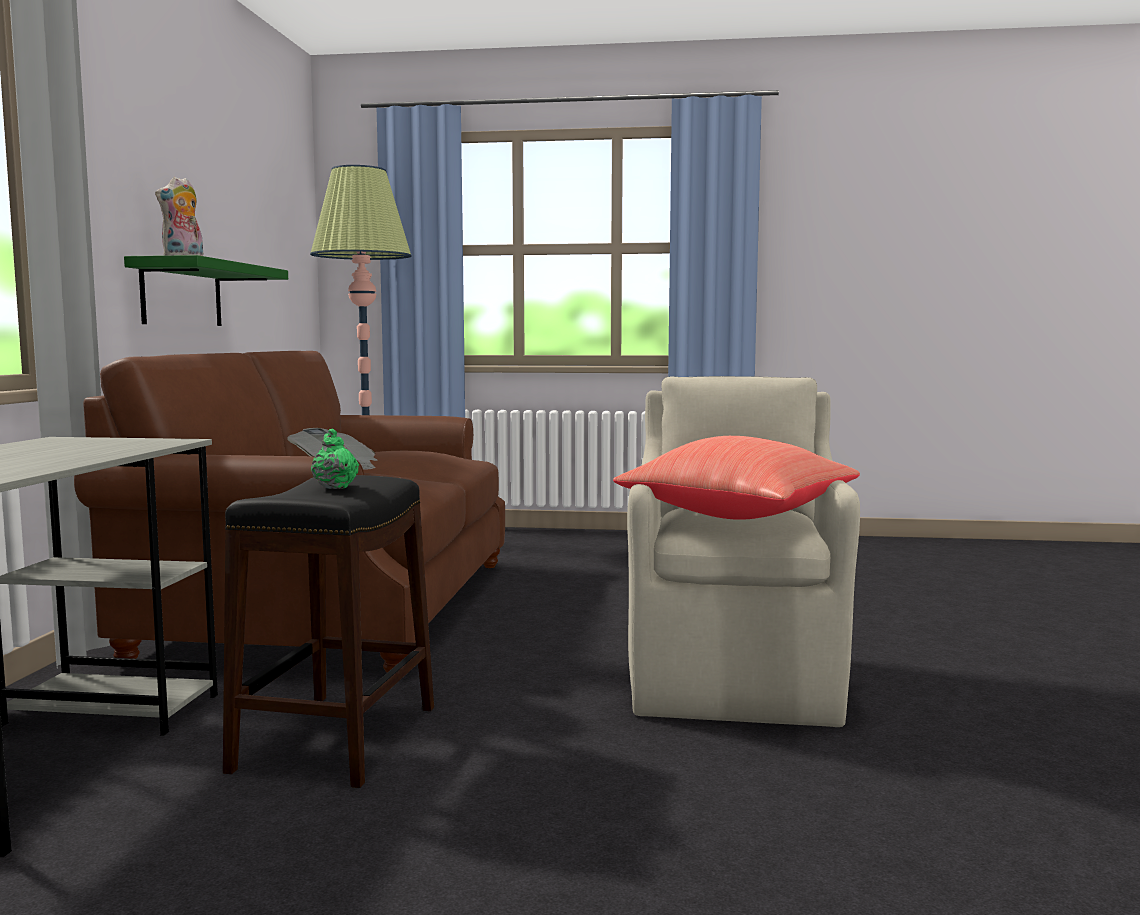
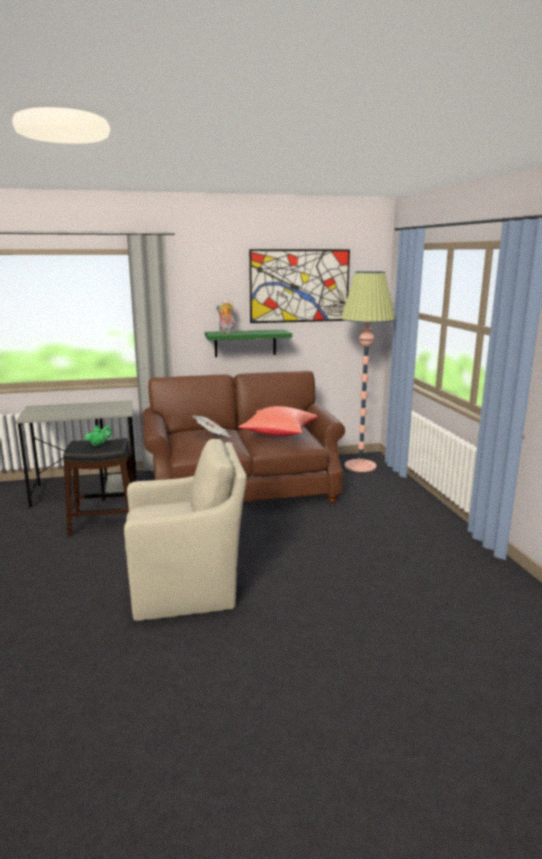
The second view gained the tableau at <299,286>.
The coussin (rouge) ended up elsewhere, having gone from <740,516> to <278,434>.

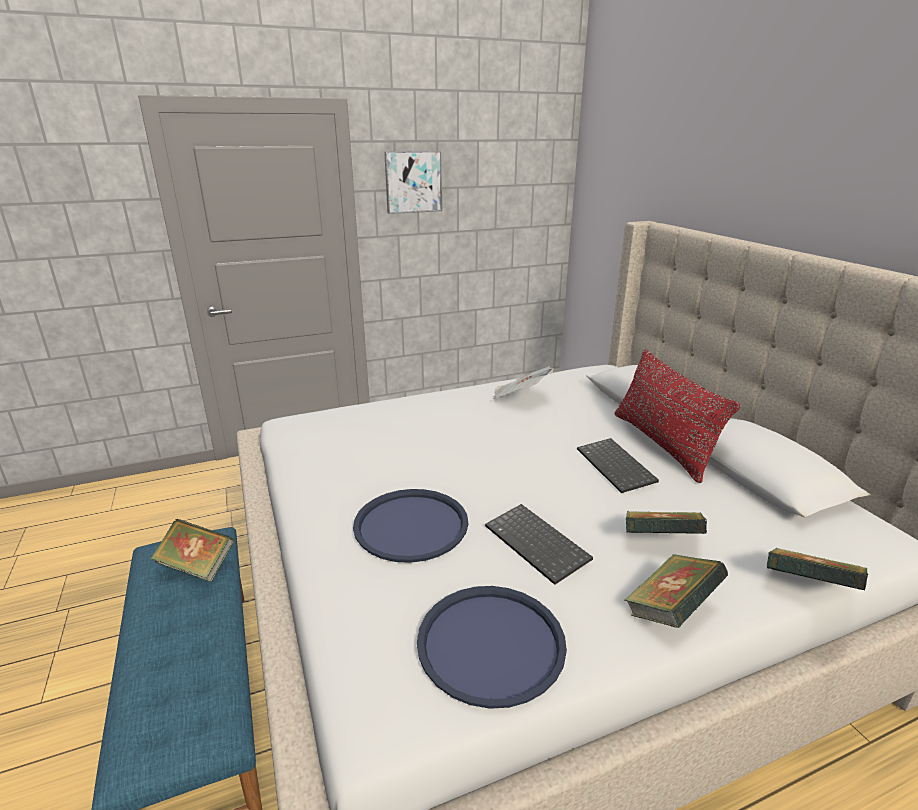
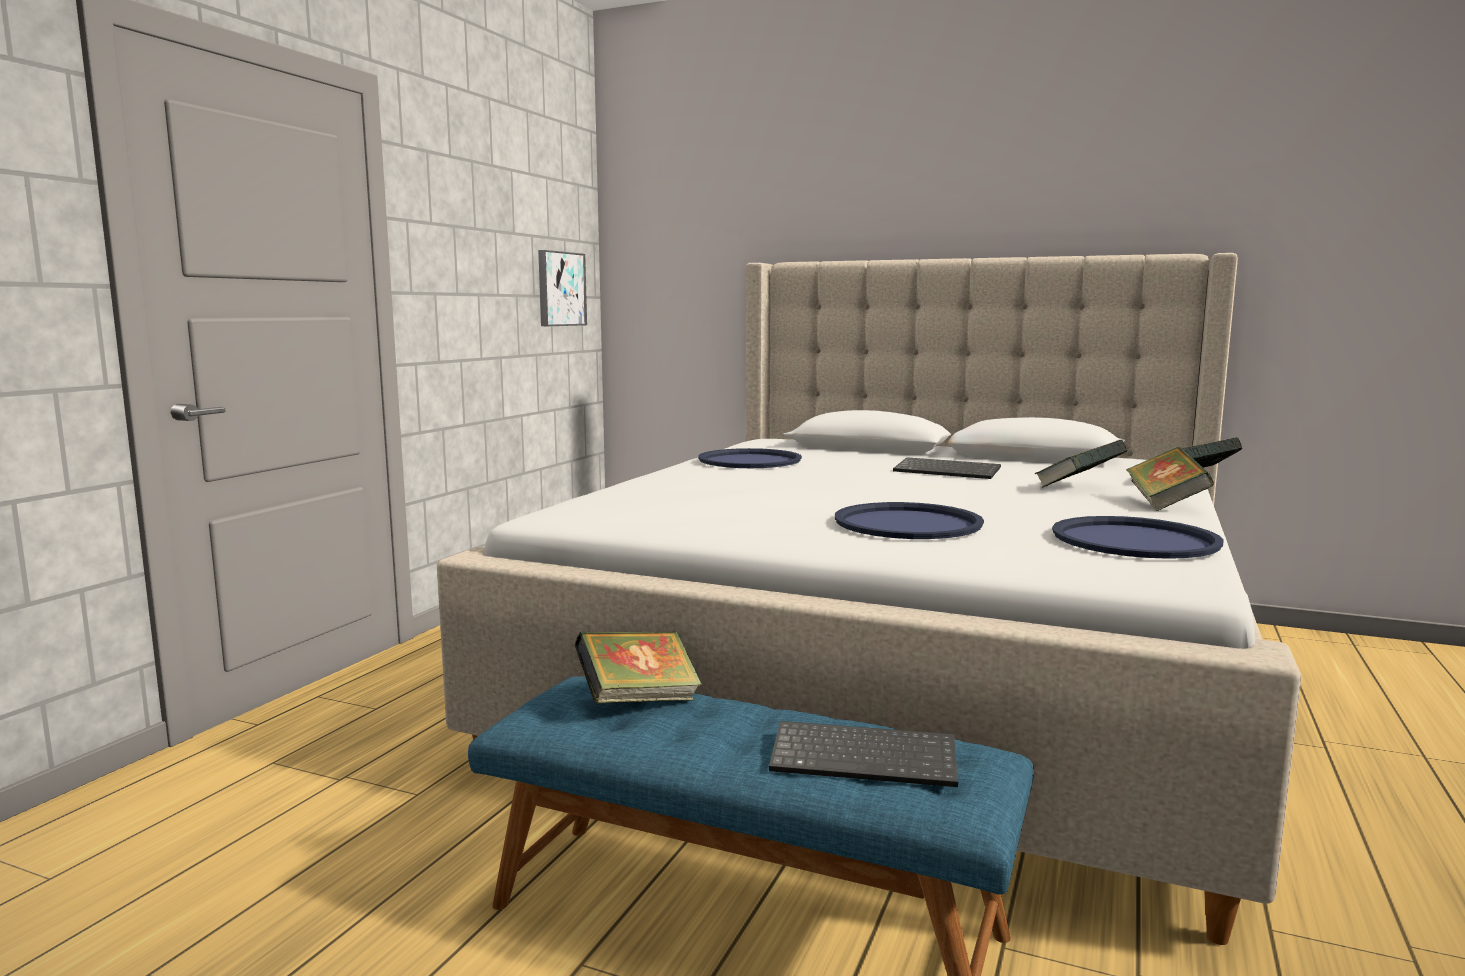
The second view lost the coussin (rouge) at <662,444>.
The tableau ended up elsewhere, having gone from <413,182> to <560,289>.
The clavier ended up elsewhere, having gone from <539,544> to <866,757>.
Where the journal stood at <519,397>, the plateau (bleu) came to stand at <750,460>.

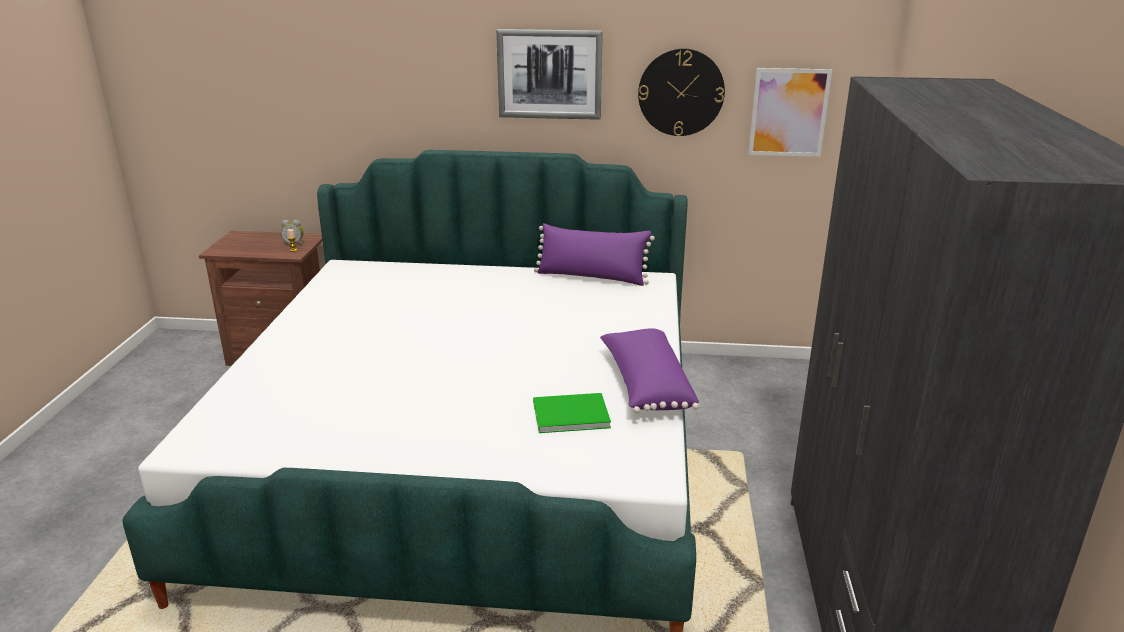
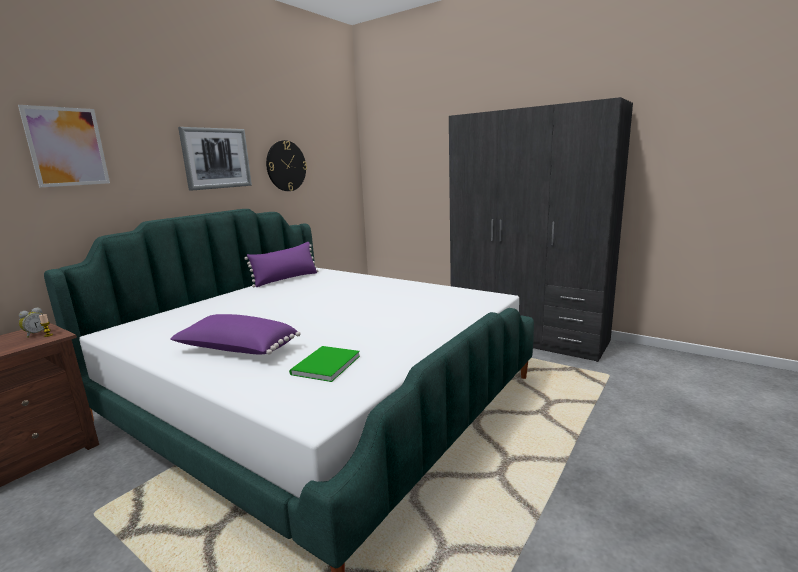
The livre (vert) ended up elsewhere, having gone from <568,414> to <323,365>.
The coussin (violet) ended up elsewhere, having gone from <645,385> to <237,350>.
The tableau ended up elsewhere, having gone from <789,112> to <67,147>.

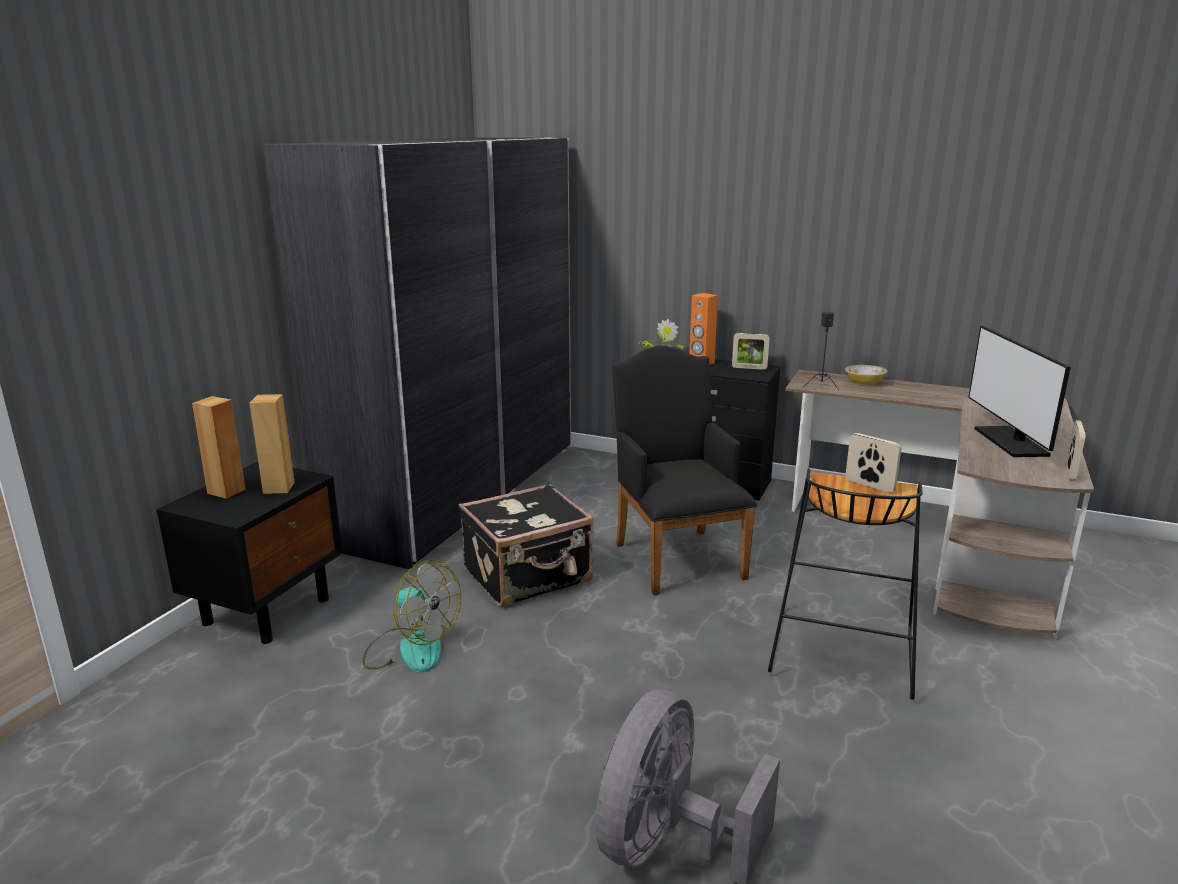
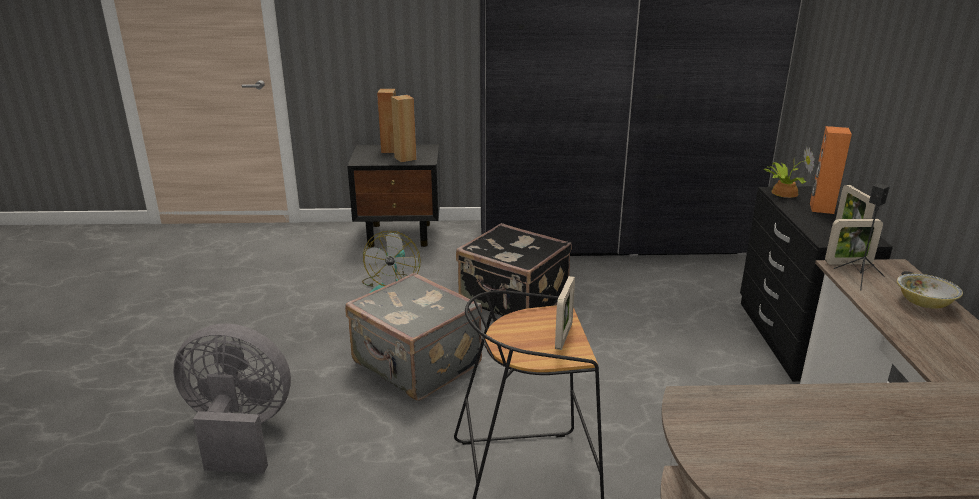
The second view lost the fauteuil (noir) at <676,556>.
The second view lost the écran d'ordinateur at <1010,442>.
The second view gained the valise (gris) at <415,365>.
The cadre photo ended up elsewhere, having gone from <1070,473> to <848,263>.

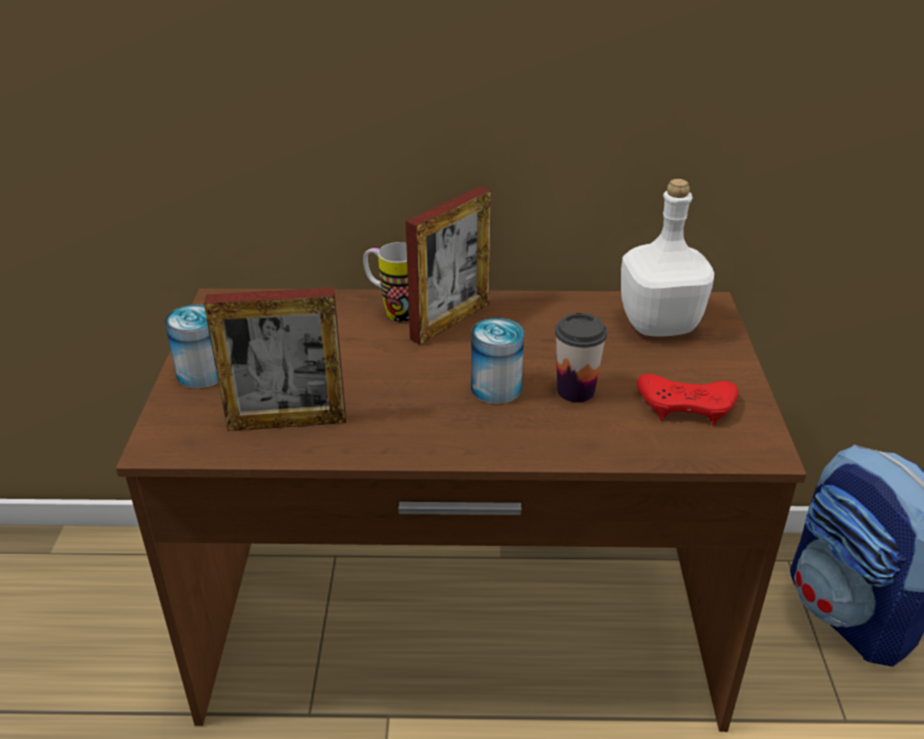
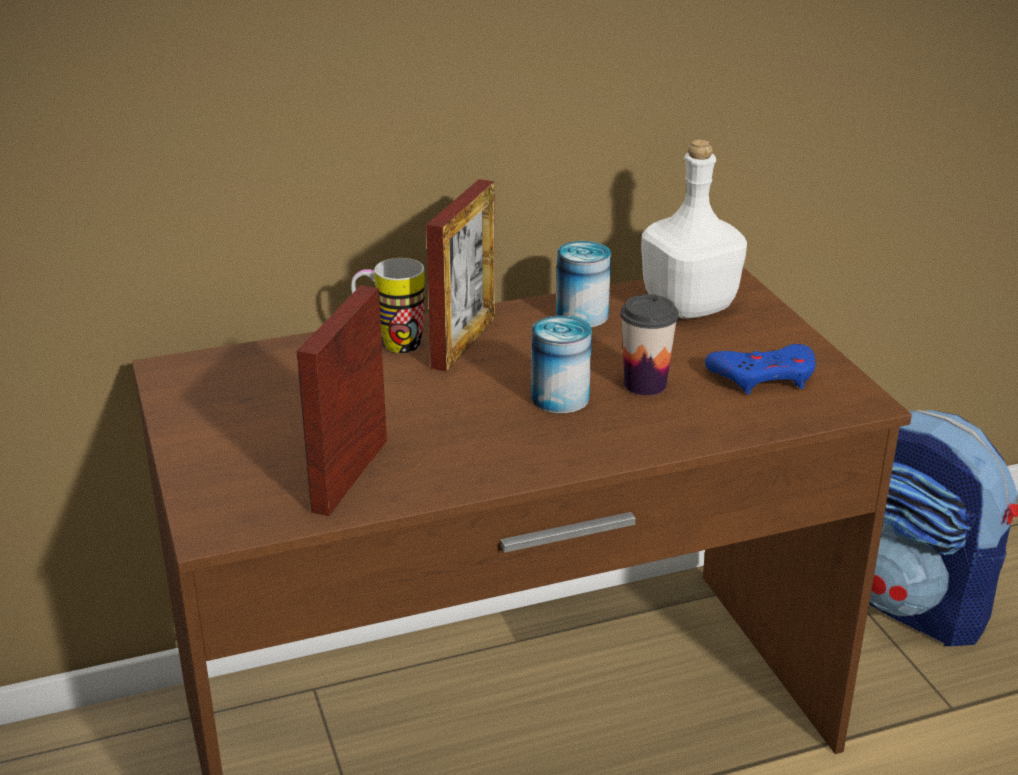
The boîte métallique ended up elsewhere, having gone from <202,373> to <582,315>.
What was the manette (rouge) at <686,405> turned into the manette (bleu) at <764,376>.
The cadre photo at <287,422> ended up facing another way, 135 degrees clockwise from before.

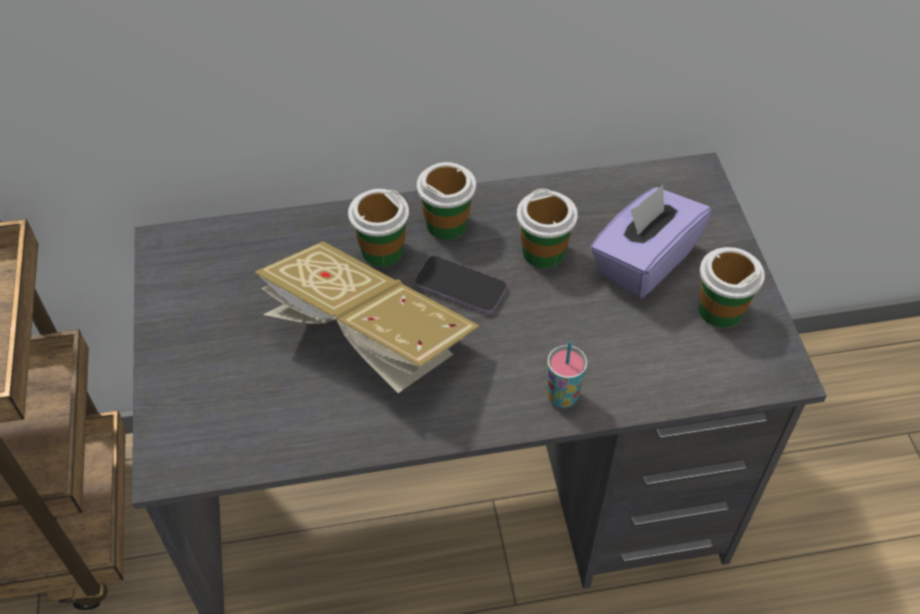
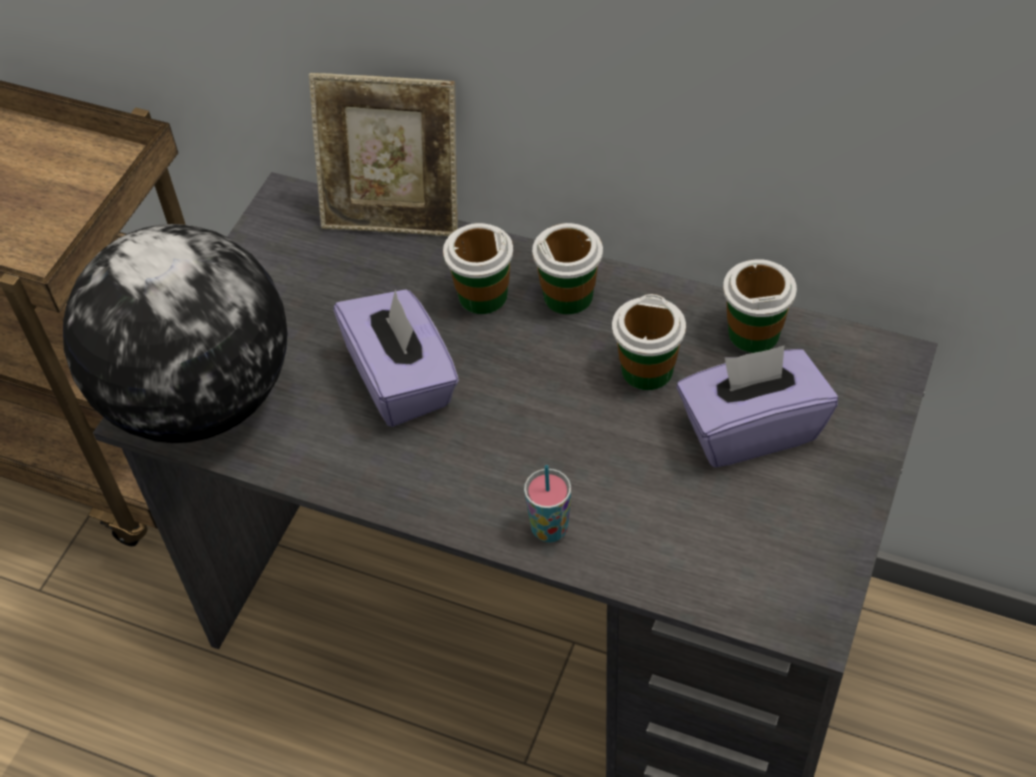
The second view lost the téléphone at <460,287>.
The second view gained the globe at <199,398>.
The second view gained the cadre photo at <394,214>.
The tasse ended up elsewhere, having gone from <720,310> to <753,332>.
Where the livre stood at <367,340>, the boîte à mouchoirs (violet) came to stand at <402,380>.

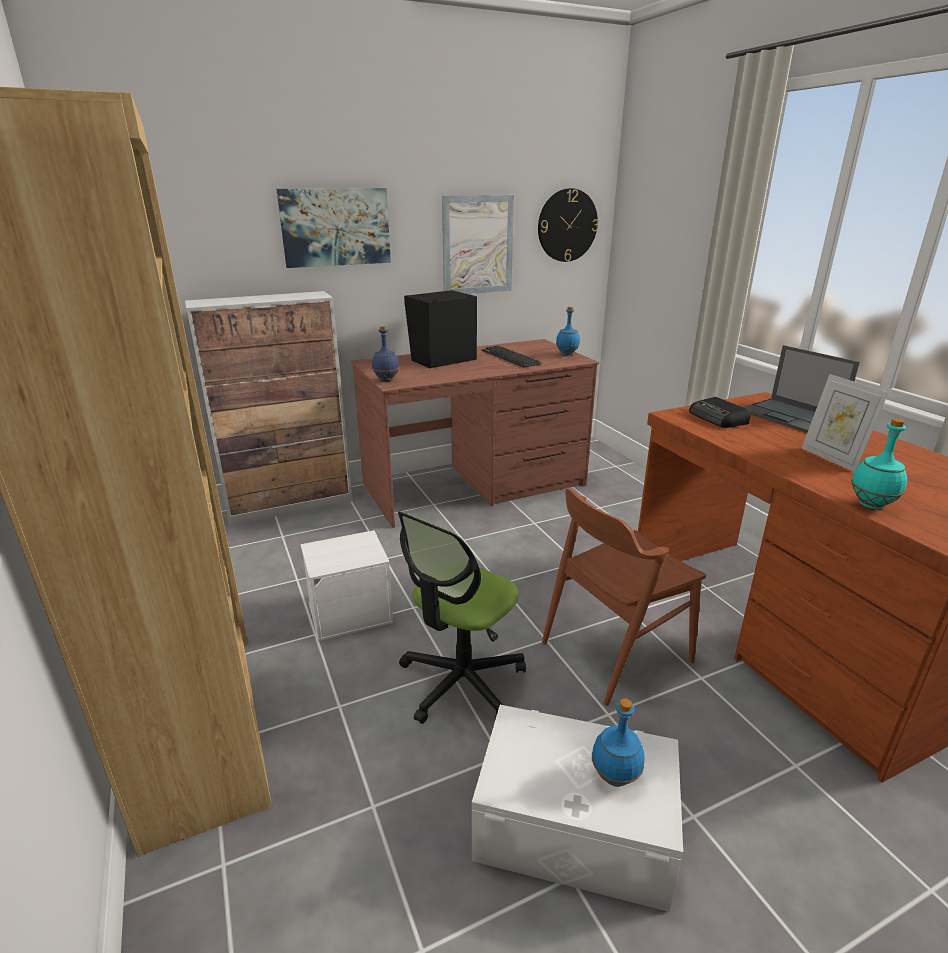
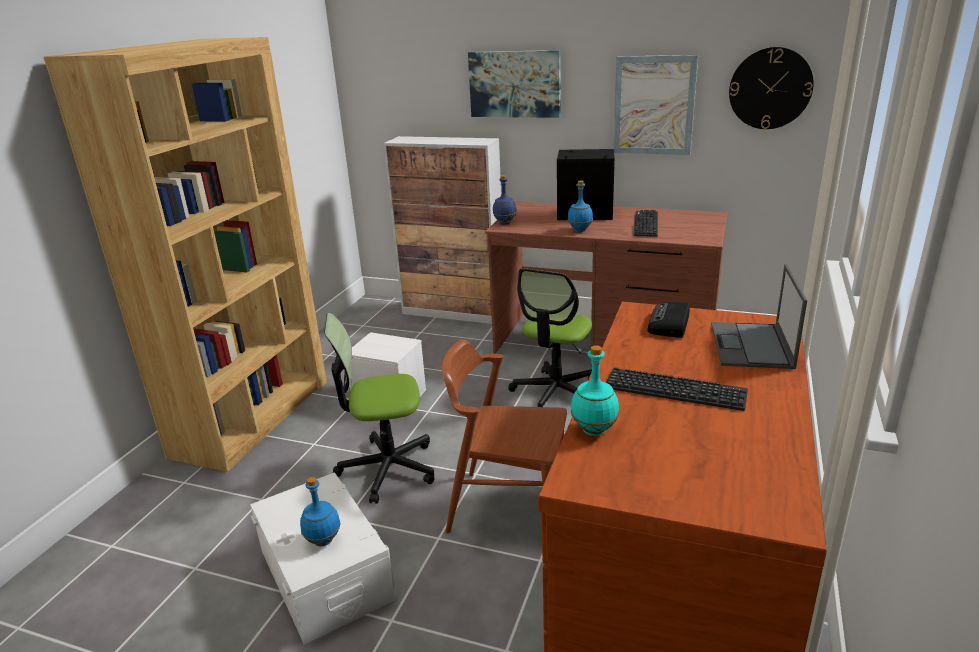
The second view gained the chaise de bureau at <555,393>.
The bouteille (bleu) ended up elsewhere, having gone from <567,354> to <580,230>.
Where the cadre photo stood at <832,458>, the clavier came to stand at <674,390>.

